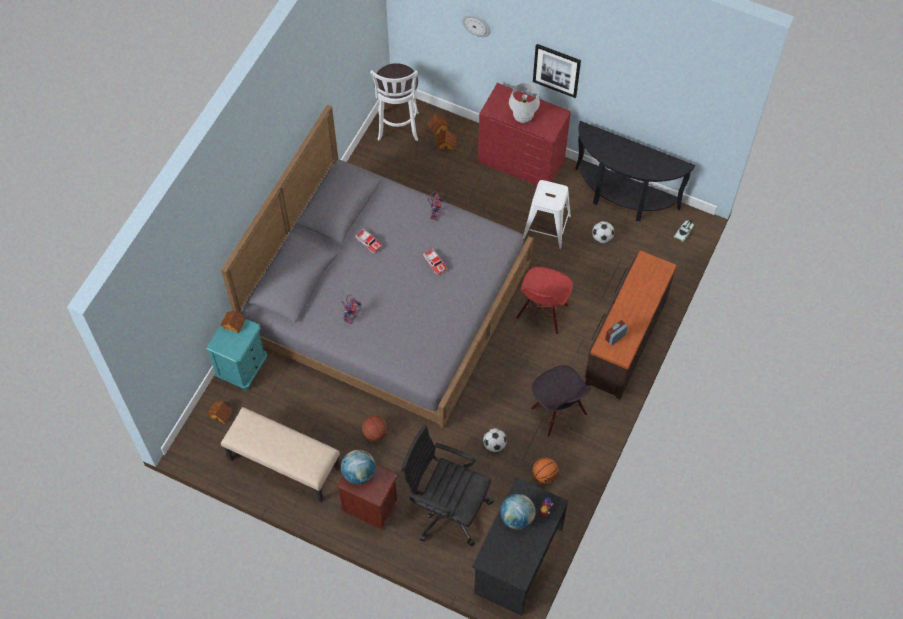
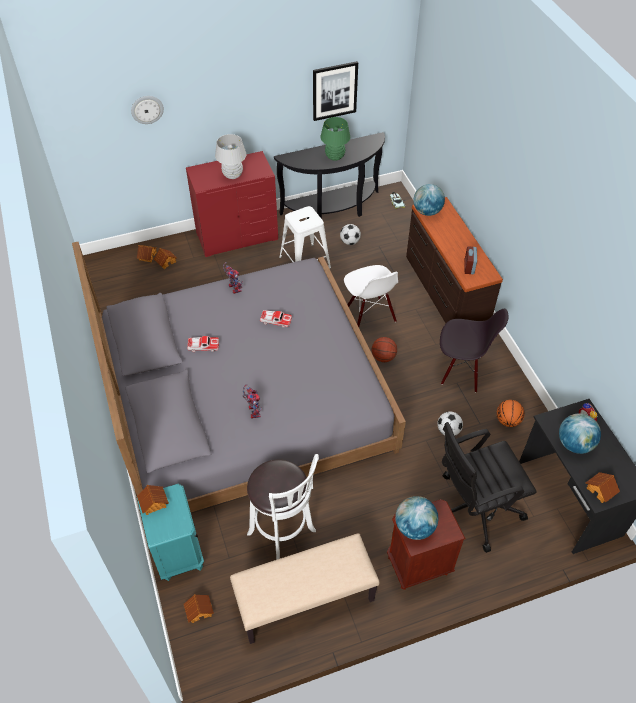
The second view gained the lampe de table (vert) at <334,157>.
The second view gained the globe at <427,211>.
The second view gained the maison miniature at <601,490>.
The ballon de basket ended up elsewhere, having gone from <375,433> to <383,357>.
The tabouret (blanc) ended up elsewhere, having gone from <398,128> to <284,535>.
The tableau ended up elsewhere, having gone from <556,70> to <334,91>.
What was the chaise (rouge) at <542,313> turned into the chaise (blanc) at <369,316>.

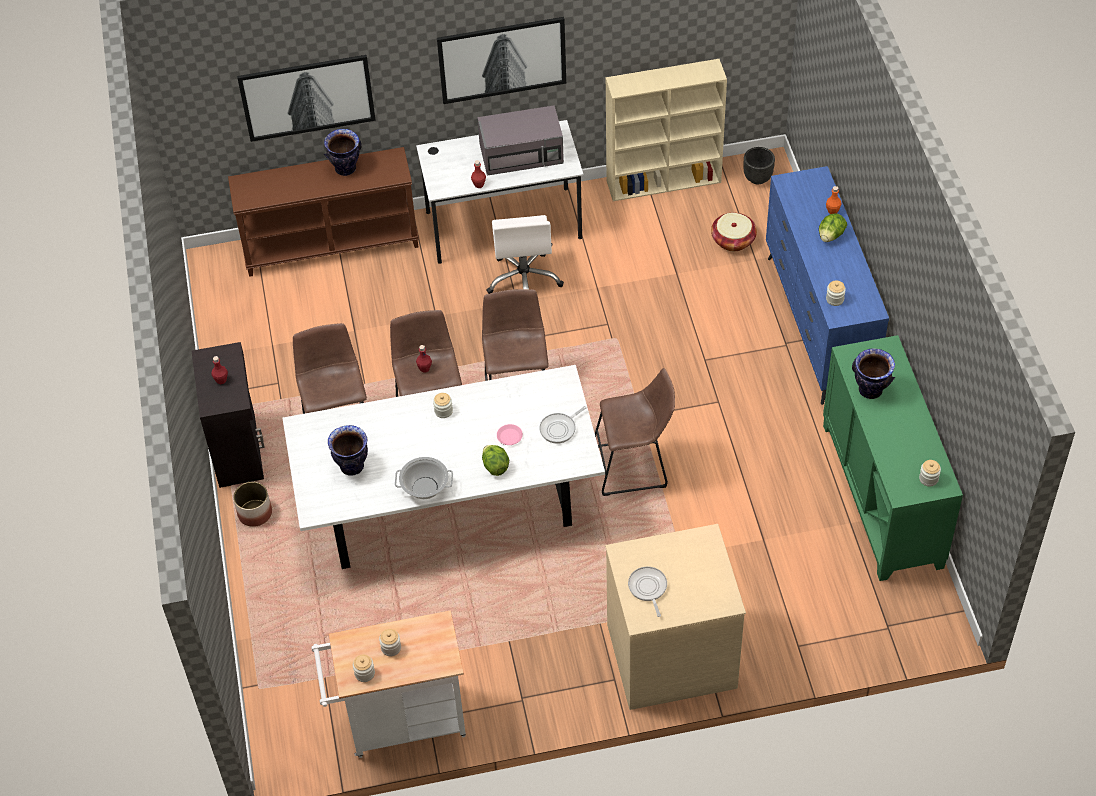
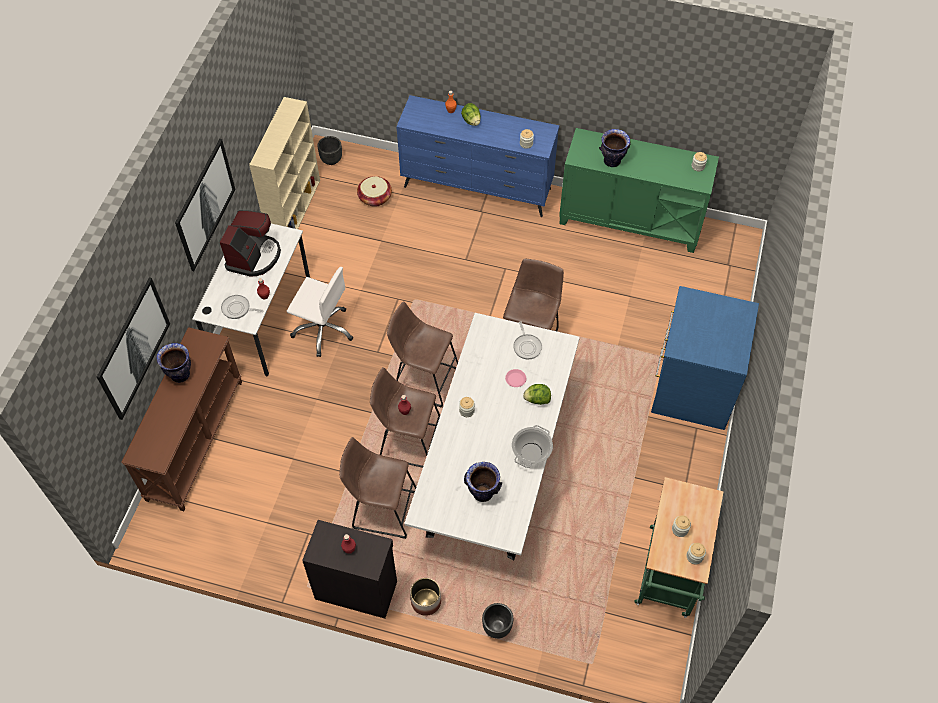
The second view gained the cache-pot (noir) at <496,627>.
The poêle ended up elsewhere, having gone from <648,588> to <238,309>.
Where the micro-ondes (gris) stood at <522,153>, the machine à café came to stand at <254,256>.
What was the chariot (blanc) at <398,722> turned into the chariot (vert) at <668,577>.
What was the commode (beige) at <671,654> turned into the commode (bleu) at <692,387>.

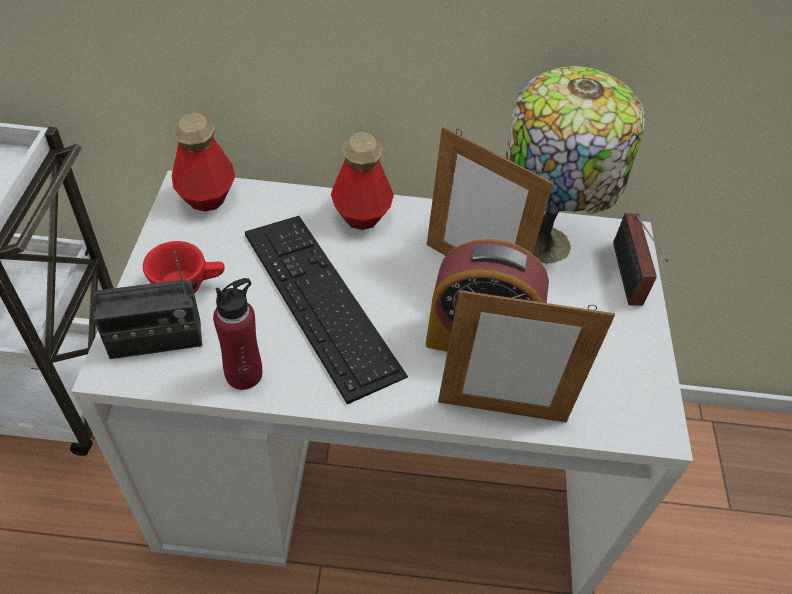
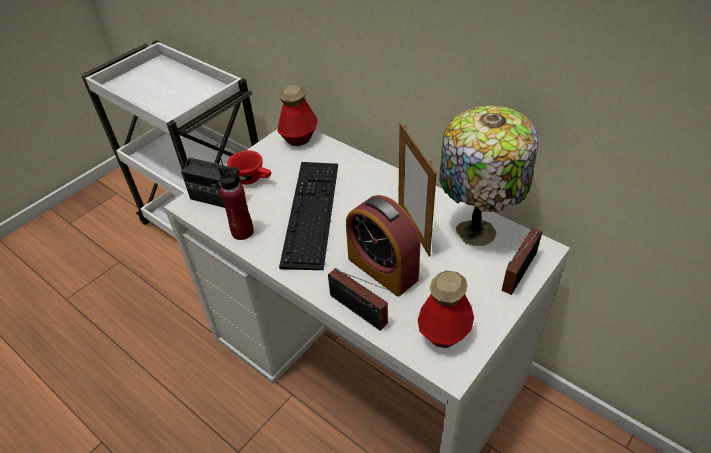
The bouteille ended up elsewhere, having gone from <361,214> to <444,332>.
Where the cadre photo stood at <501,411>, the radio came to stand at <360,312>.

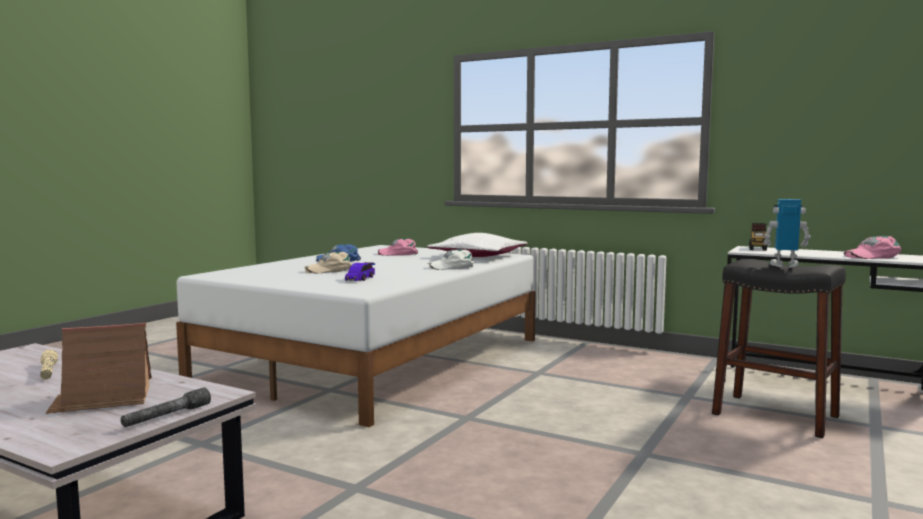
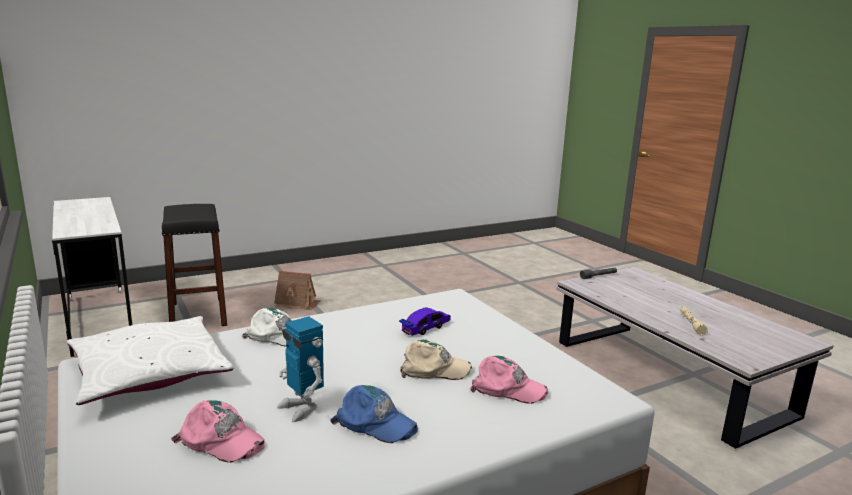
The second view lost the camion jouet at <757,249>.
The maison miniature ended up elsewhere, having gone from <103,399> to <297,303>.
The robot jouet ended up elsewhere, having gone from <784,266> to <302,408>.
The casquette (rose) ended up elsewhere, having gone from <872,256> to <508,388>.

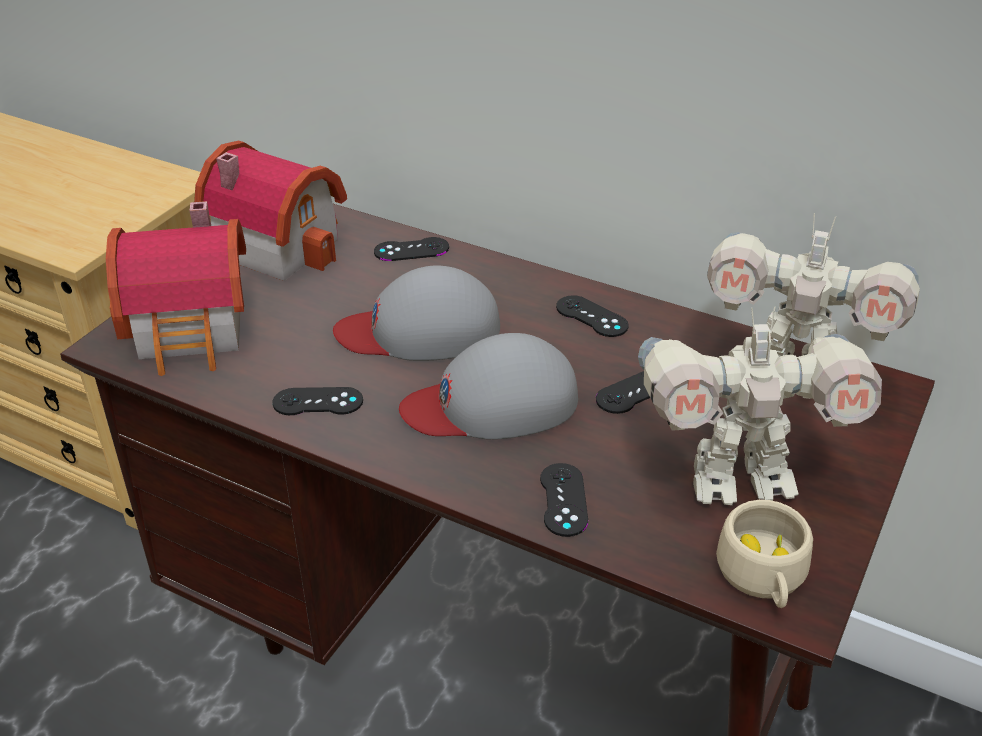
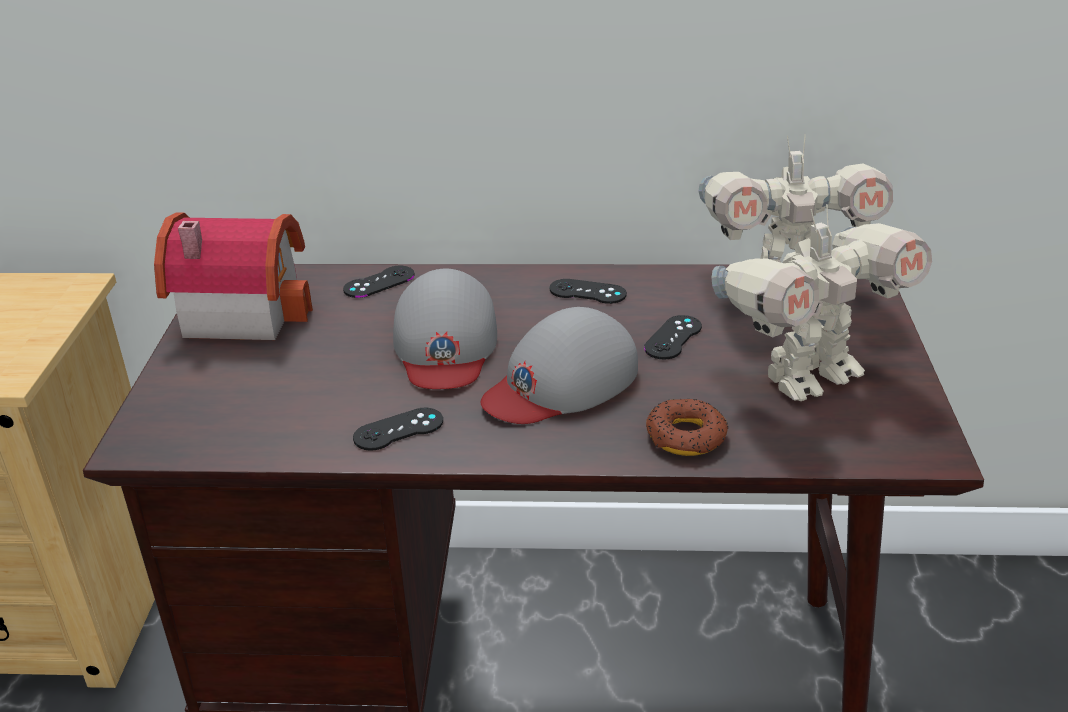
The second view lost the maison miniature at <195,330>.
The second view lost the tasse (beige) at <763,577>.
Where the manette (noir) stood at <563,500>, the beignet came to stand at <686,436>.
The casquette (gris) at <421,330> ended up facing another way, 60 degrees counterclockwise from before.

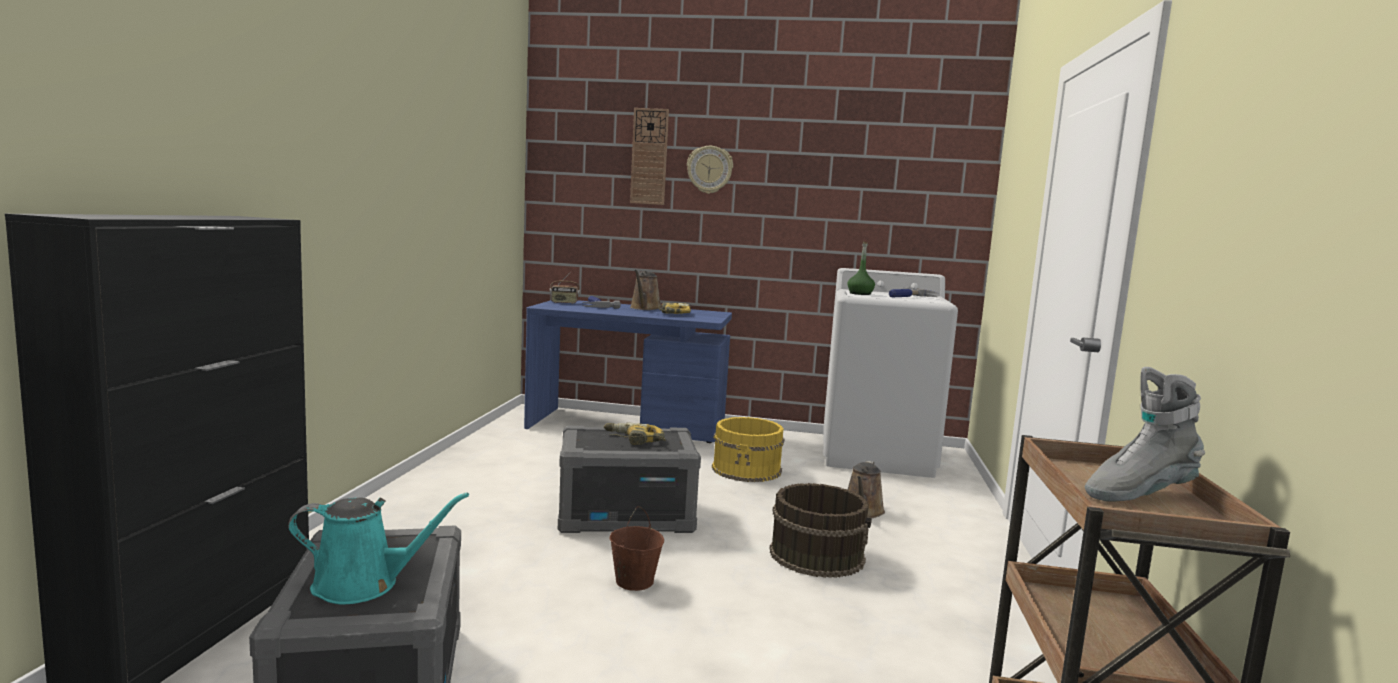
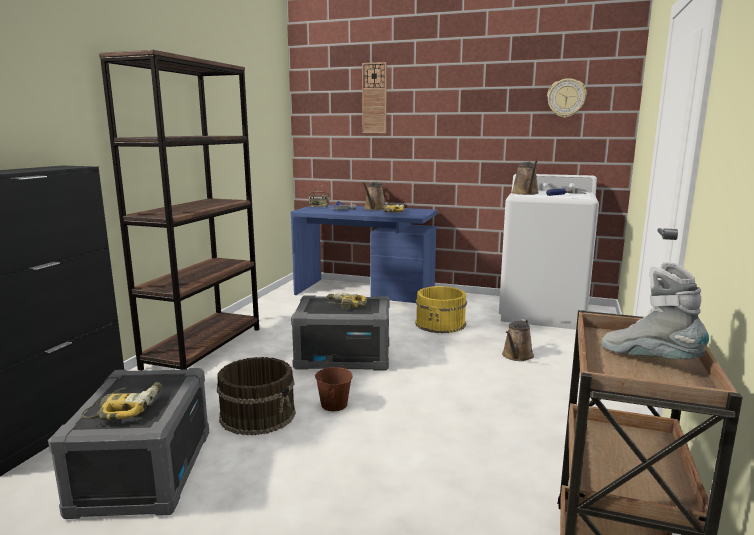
The second view gained the bibliothèque (marron) at <204,347>.
The horloge murale ended up elsewhere, having gone from <709,169> to <566,98>.
The seau (marron) ended up elsewhere, having gone from <817,555> to <258,414>.
Where the arrosoir (turquoise) stood at <364,585>, the perceuse came to stand at <127,408>.
Where the bouteille (vert) stood at <860,294>, the arrosoir (marron) came to stand at <526,193>.
The botte (gris) at <1138,494> ended up facing another way, 60 degrees clockwise from before.

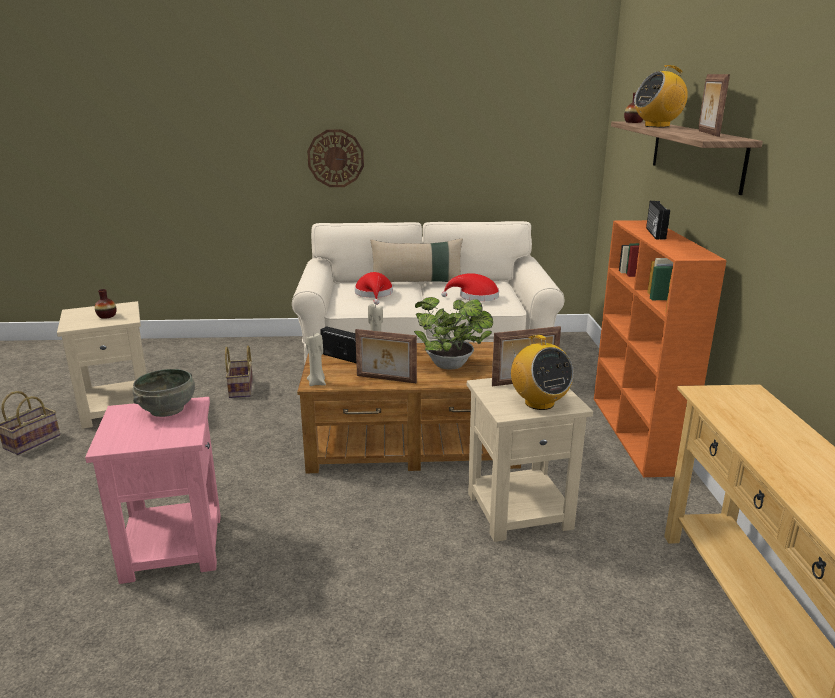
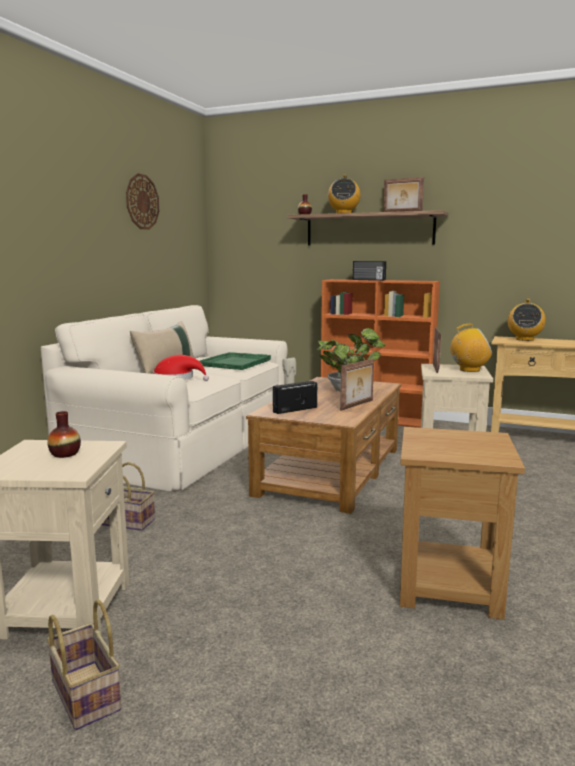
The second view lost the bol (gris) at <167,409>.
The second view lost the bougie (beige) at <317,383>.
The second view gained the radio at <524,339>.
The horloge murale ended up elsewhere, having gone from <335,158> to <142,202>.
Where the chapeau (rouge) stood at <475,297>, the plateau (vert) came to stand at <236,362>.
What was the table d'appoint (rose) at <173,546> turned into the table d'appoint (marron) at <447,586>.

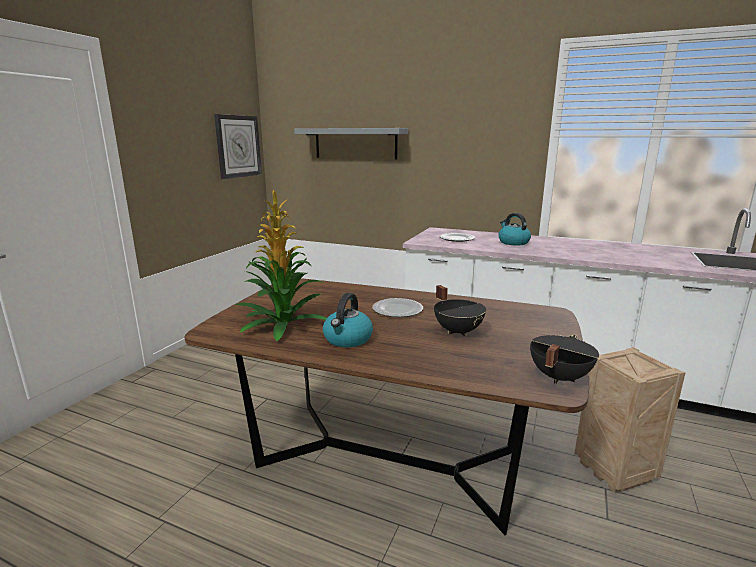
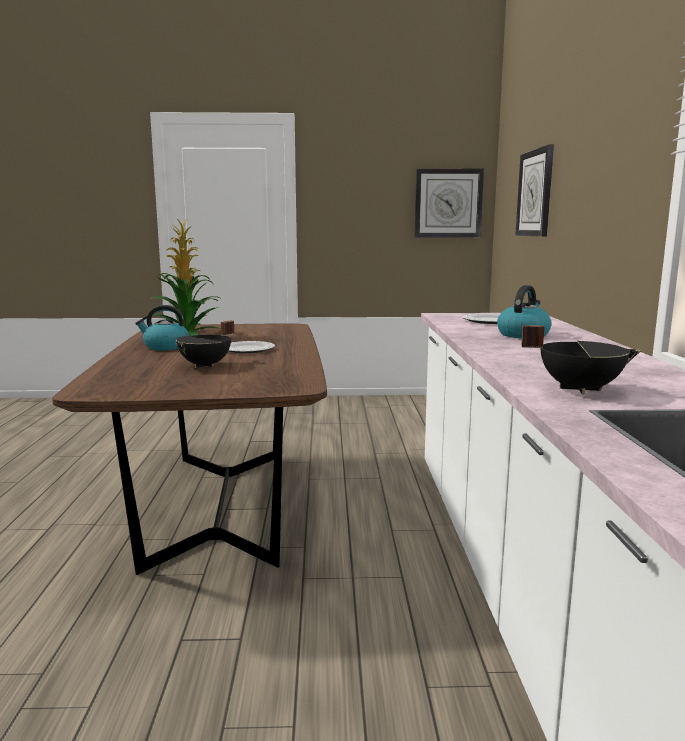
The second view lost the caisse at <616,472>.
The marmite (noir) ended up elsewhere, having gone from <558,377> to <579,389>.
Where the étagère (gris) hung at <355,143>, the horloge murale came to hang at <535,193>.

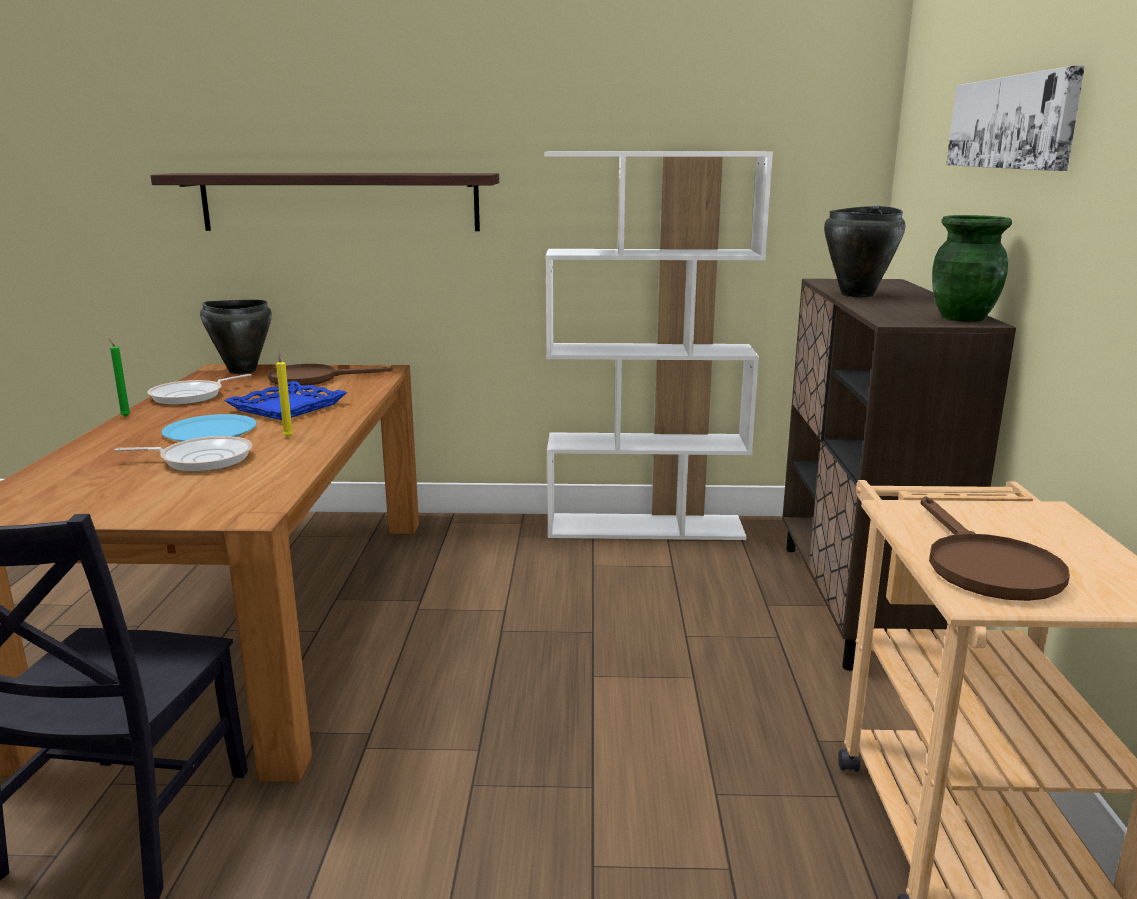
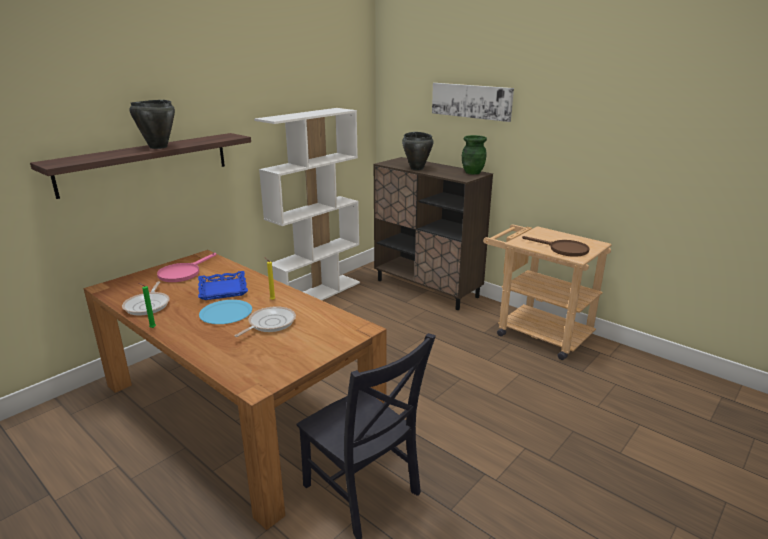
The marmite (noir) ended up elsewhere, having gone from <242,371> to <158,147>.
What was the poêle (marron) at <313,379> turned into the poêle (rose) at <183,273>.

